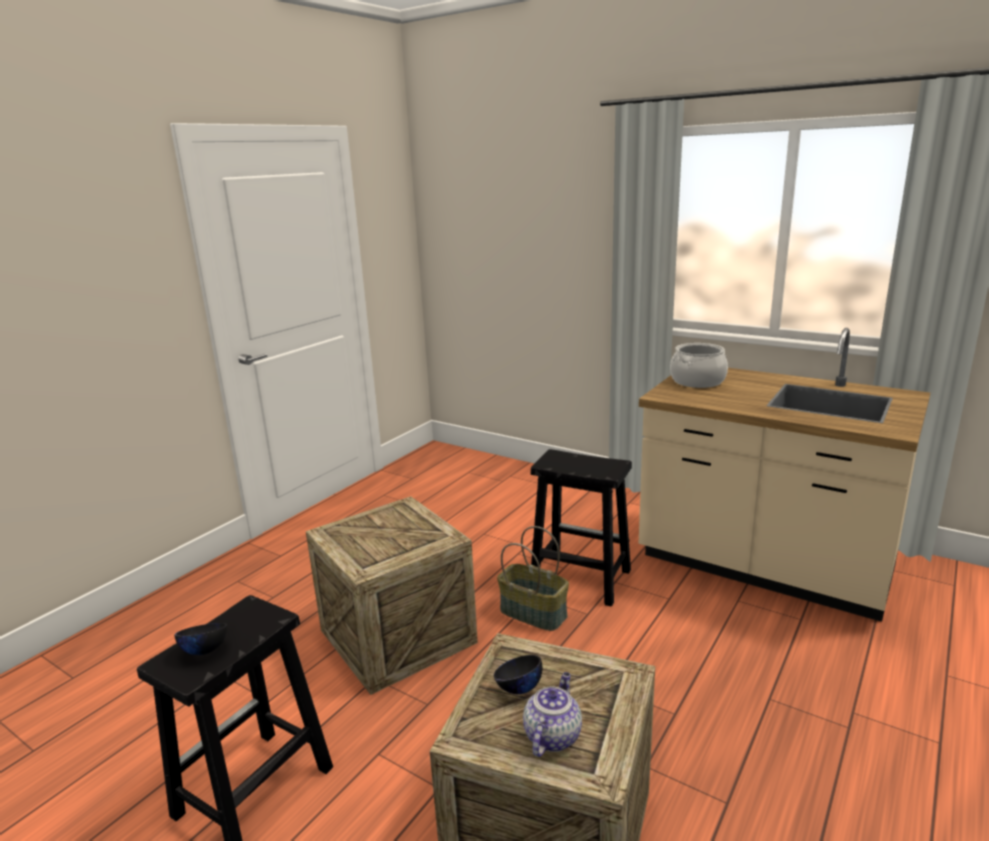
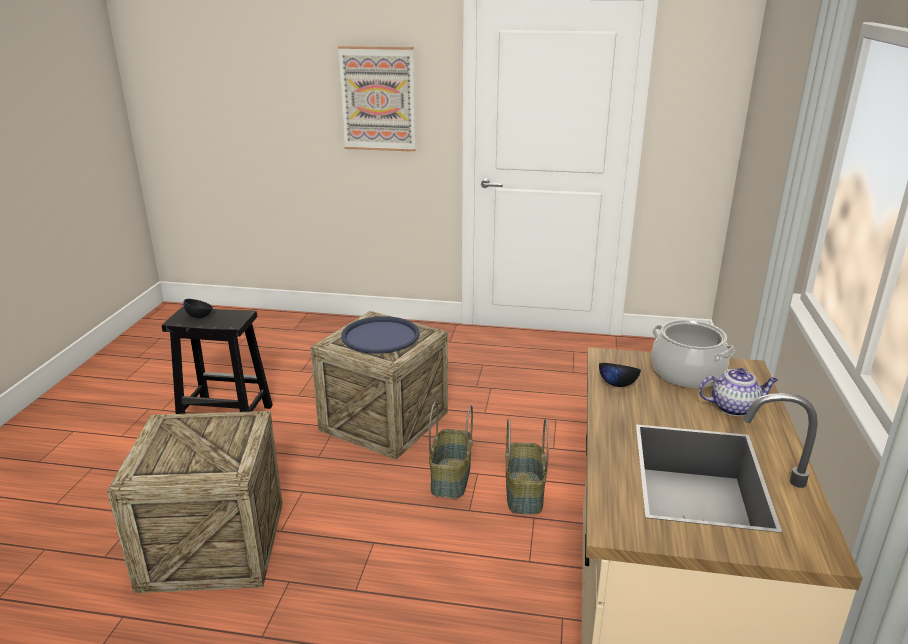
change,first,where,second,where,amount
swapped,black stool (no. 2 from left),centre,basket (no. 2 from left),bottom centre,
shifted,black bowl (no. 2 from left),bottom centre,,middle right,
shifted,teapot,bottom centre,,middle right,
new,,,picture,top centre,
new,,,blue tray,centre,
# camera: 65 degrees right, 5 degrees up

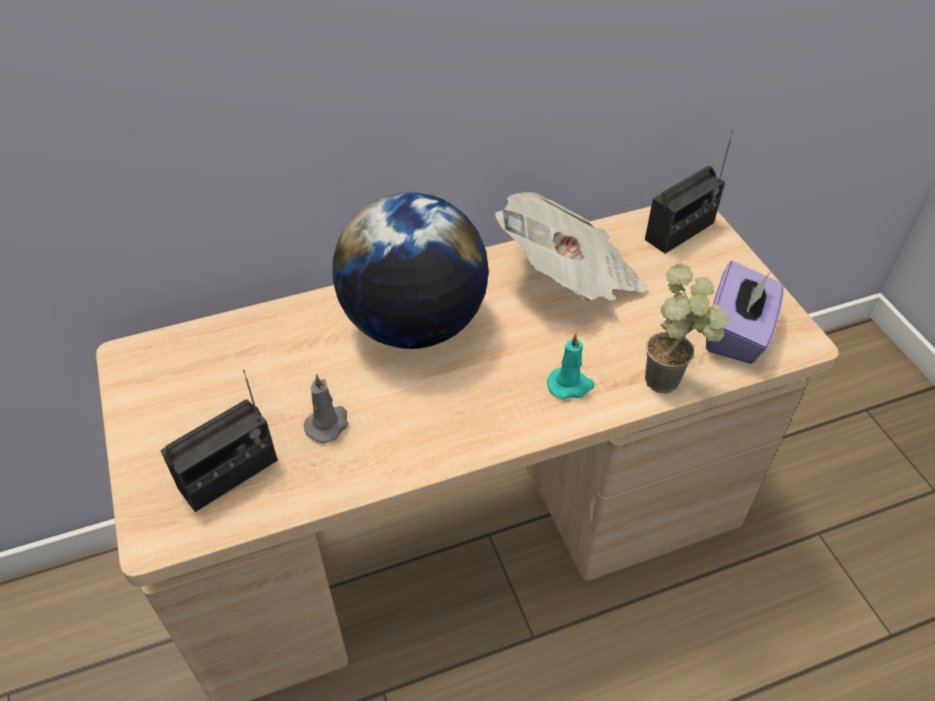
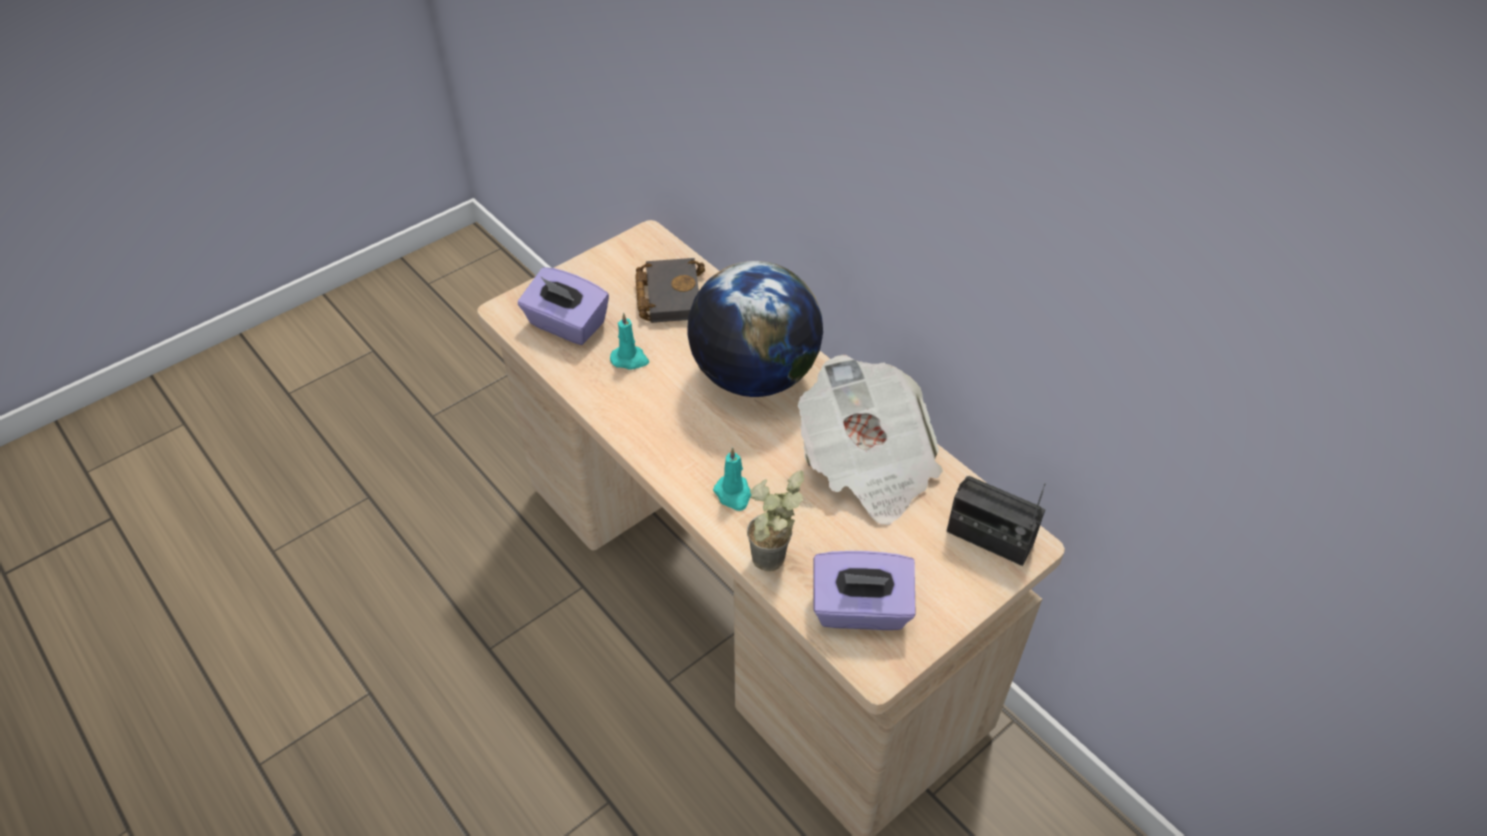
change,first,where,second,where,amount
swapped,radio (no. 1 from left),middle left,purple tissue box (no. 1 from left),centre,
repainted,grey candle,centre,turquoise candle (no. 1 from left),centre,
new,,,black book,centre,
# camera: 70 degrees right, 0 degrees up

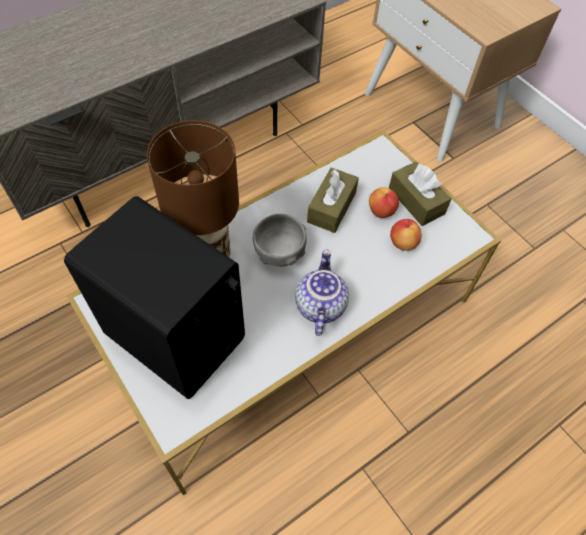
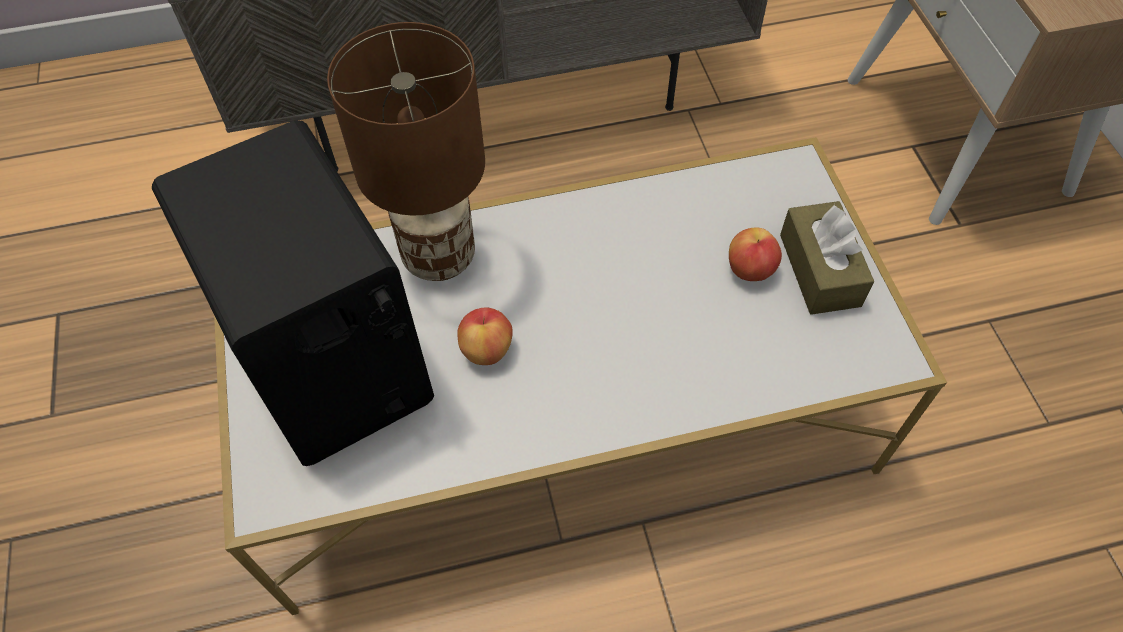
change,first,where,second,where,amount
gone,brown tissue box (no. 1 from left),centre,,,
gone,grey bowl,centre,,,
shifted,apple (no. 2 from left in the first image),middle right,apple (no. 1 from left),centre,
gone,teapot,centre,,,
# camera: 25 degrees right, 0 degrees up

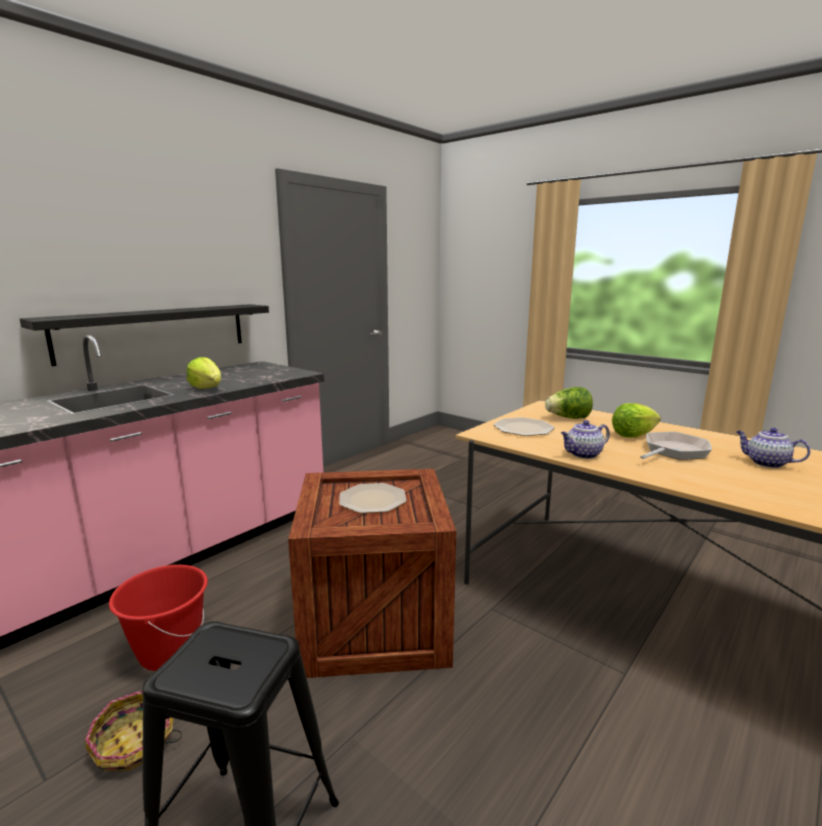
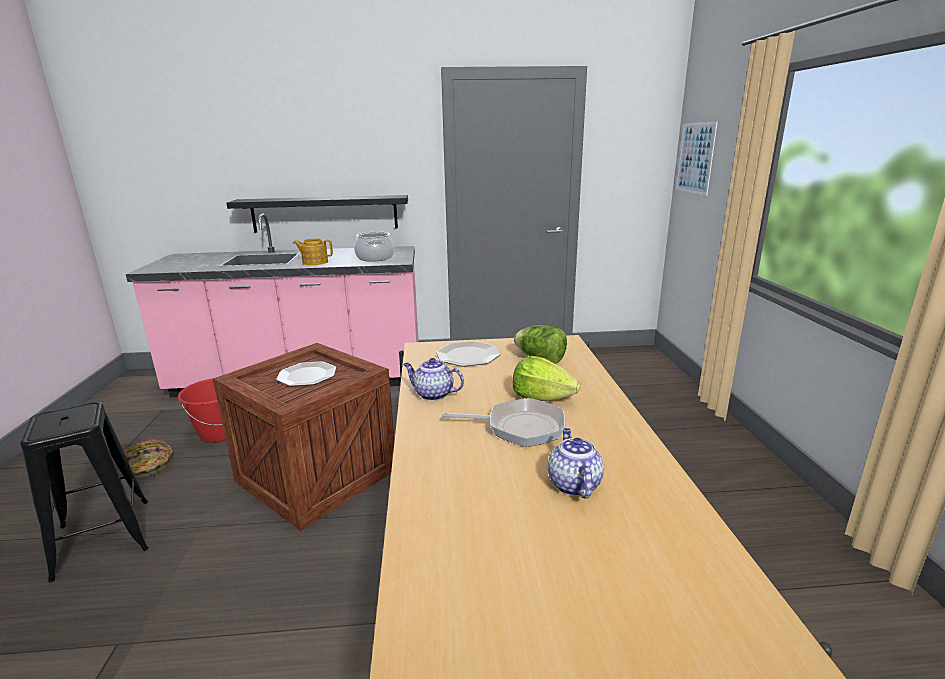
change,first,where,second,where,amount
swapped,lettuce (no. 1 from left),middle left,teapot (no. 1 from left),middle left,
new,,,picture,top right,
new,,,cooking pot,centre,
# camera: 45 degrees right, 5 degrees up

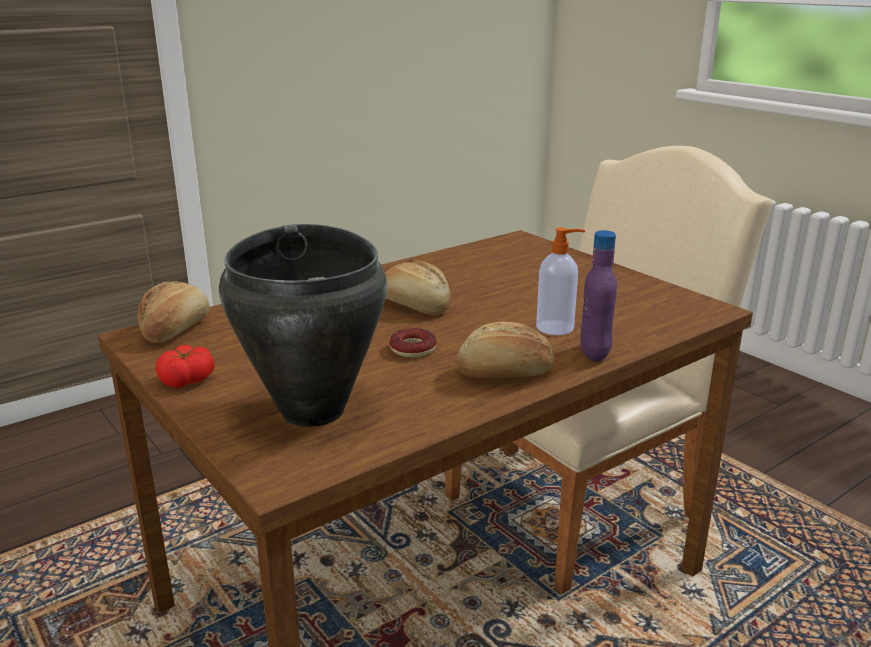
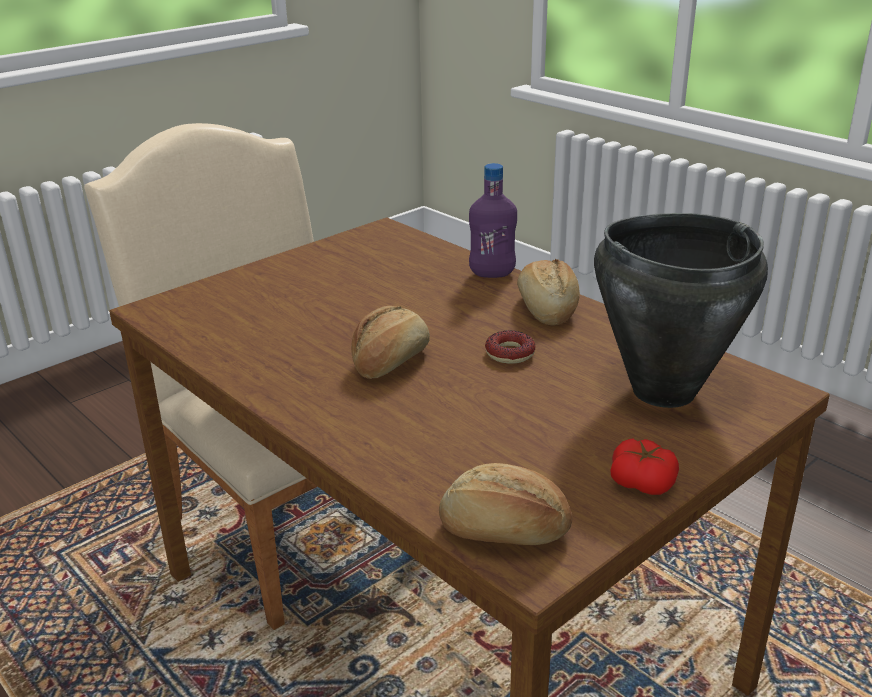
change,first,where,second,where,amount
gone,soap dispenser,centre,,,
# camera: 95 degrees left, 5 degrees up

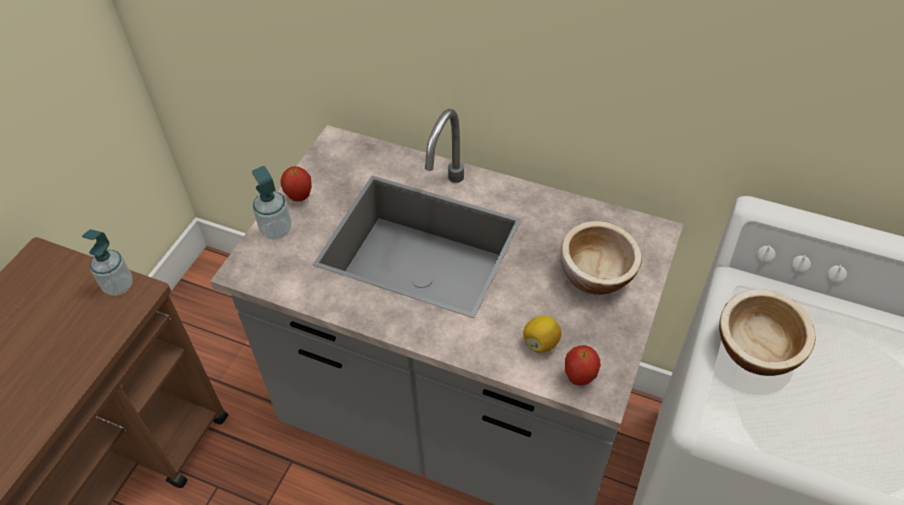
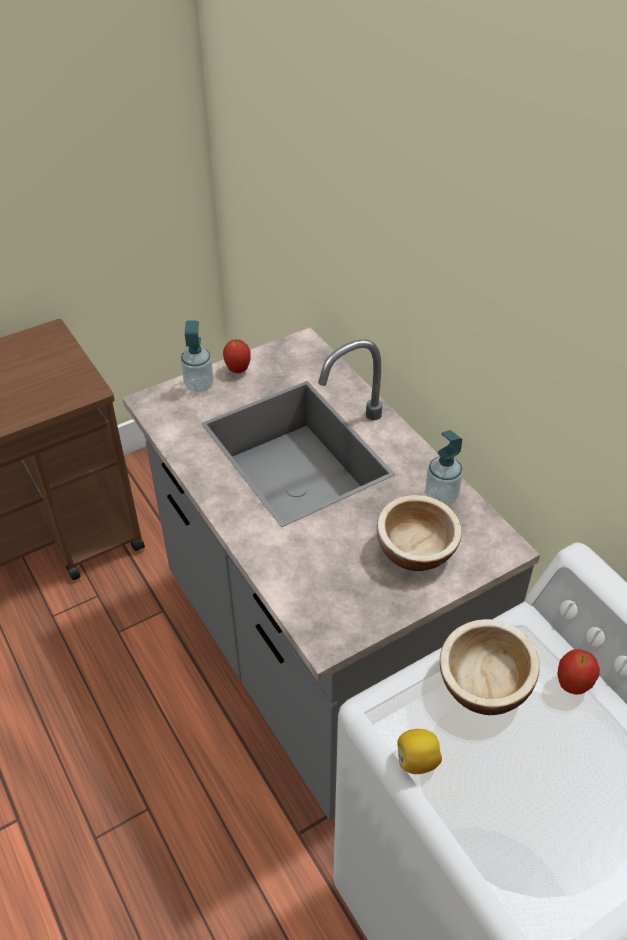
change,first,where,second,where,amount
shifted,soap dispenser (no. 1 from left in the first image),middle left,soap dispenser (no. 2 from left),middle right,
shifted,lemon,centre,,bottom right,
shifted,apple (no. 2 from left),bottom centre,,bottom right,
# camera: 35 degrees right, 5 degrees down

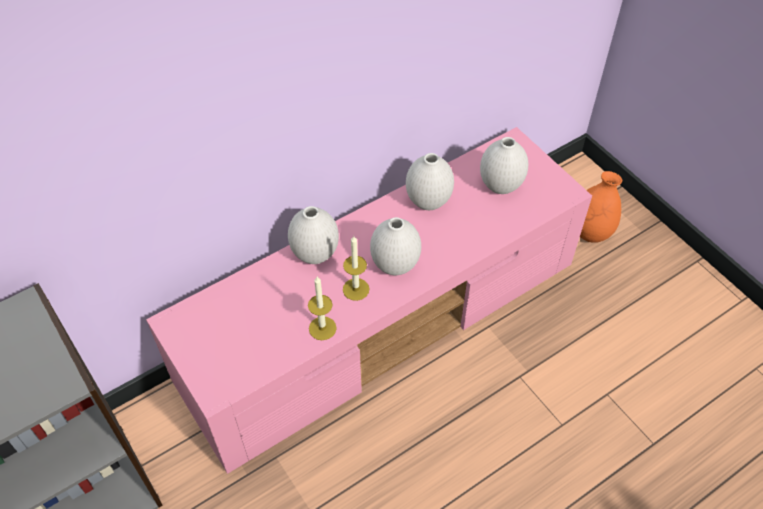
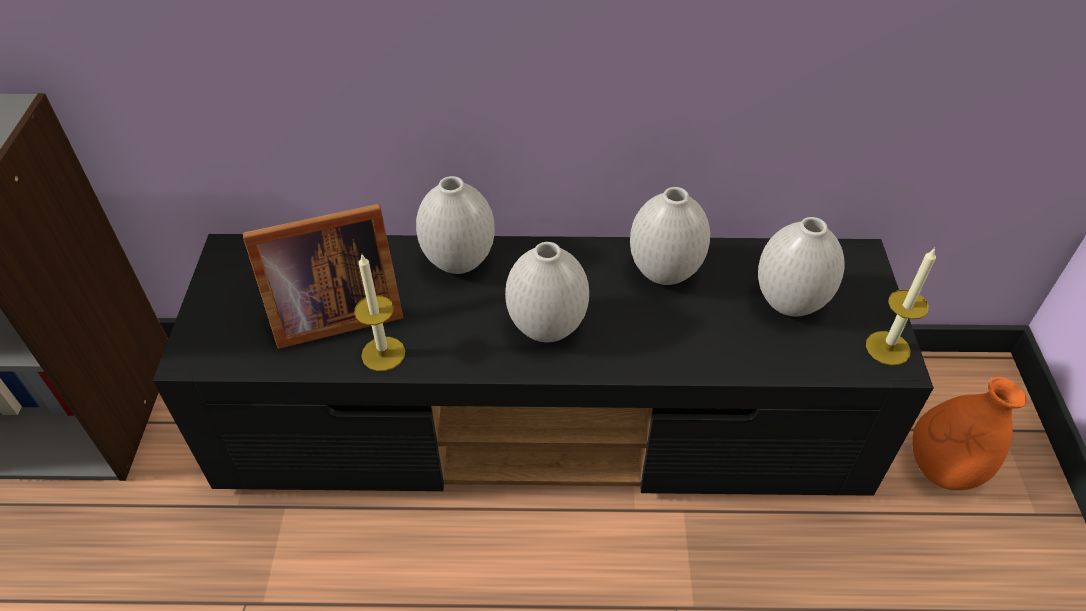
change,first,where,second,where,amount
repainted,pink tv stand,centre,black tv stand,centre,
shifted,candle (no. 2 from left),centre,,middle right,
new,,,picture frame,middle left,
# camera: 35 degrees right, 5 degrees down

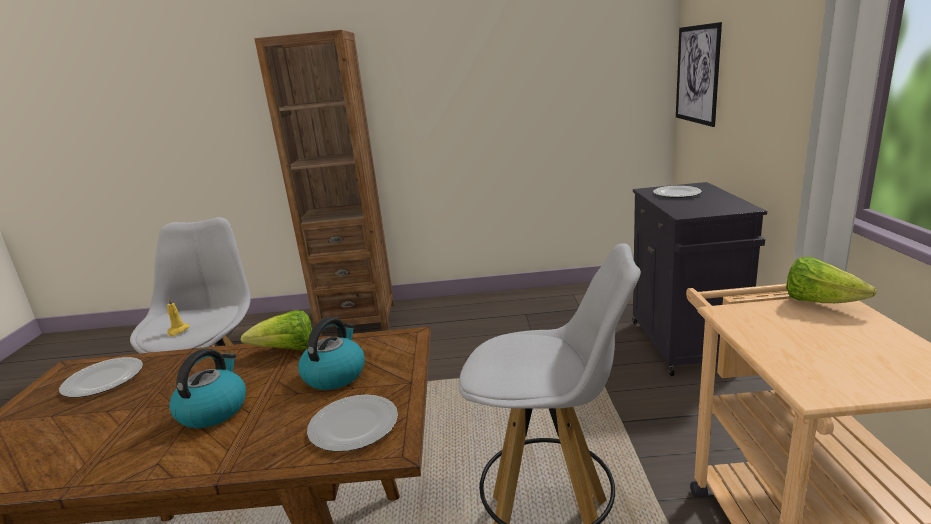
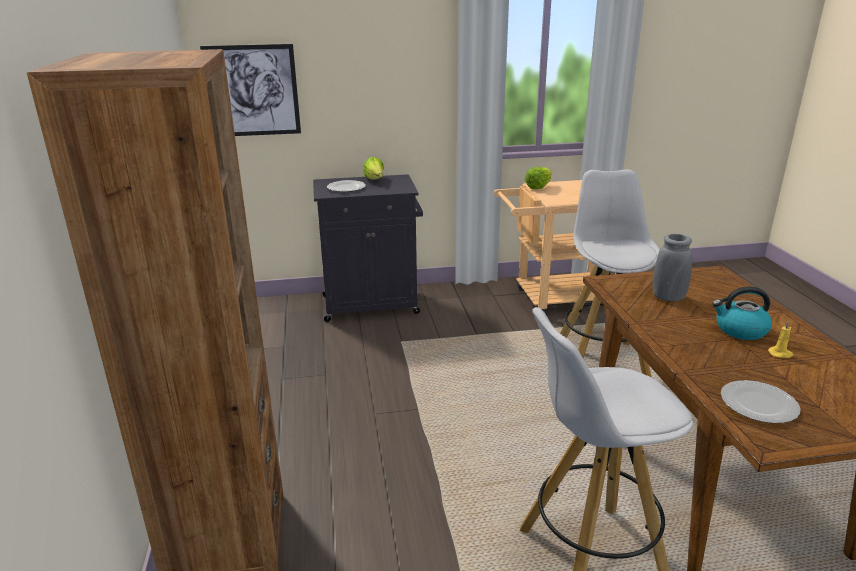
change,first,where,second,where,amount
shifted,yellow candle,middle left,,middle right,
shifted,lettuce (no. 1 from left),middle left,,top centre,
swapped,kettle (no. 2 from left),bottom centre,grey vase,middle right,
gone,plate (no. 2 from left),bottom centre,,,
# camera: 100 degrees left, 5 degrees up

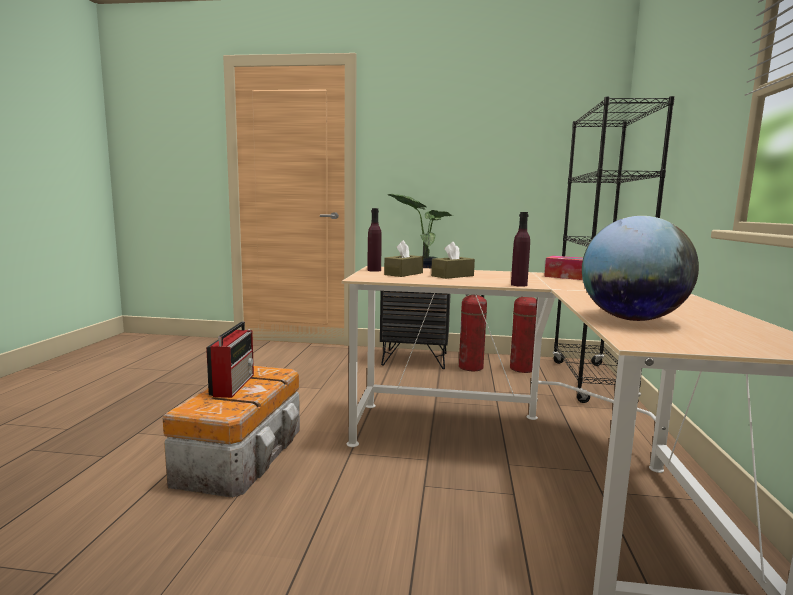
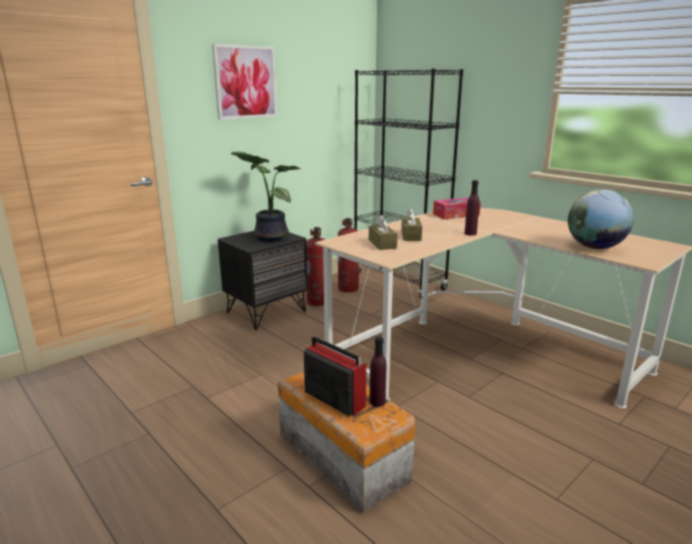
change,first,where,second,where,amount
shifted,purple bottle (no. 1 from left),centre,,bottom centre,
new,,,picture,top centre,
# camera: 50 degrees left, 10 degrees up

